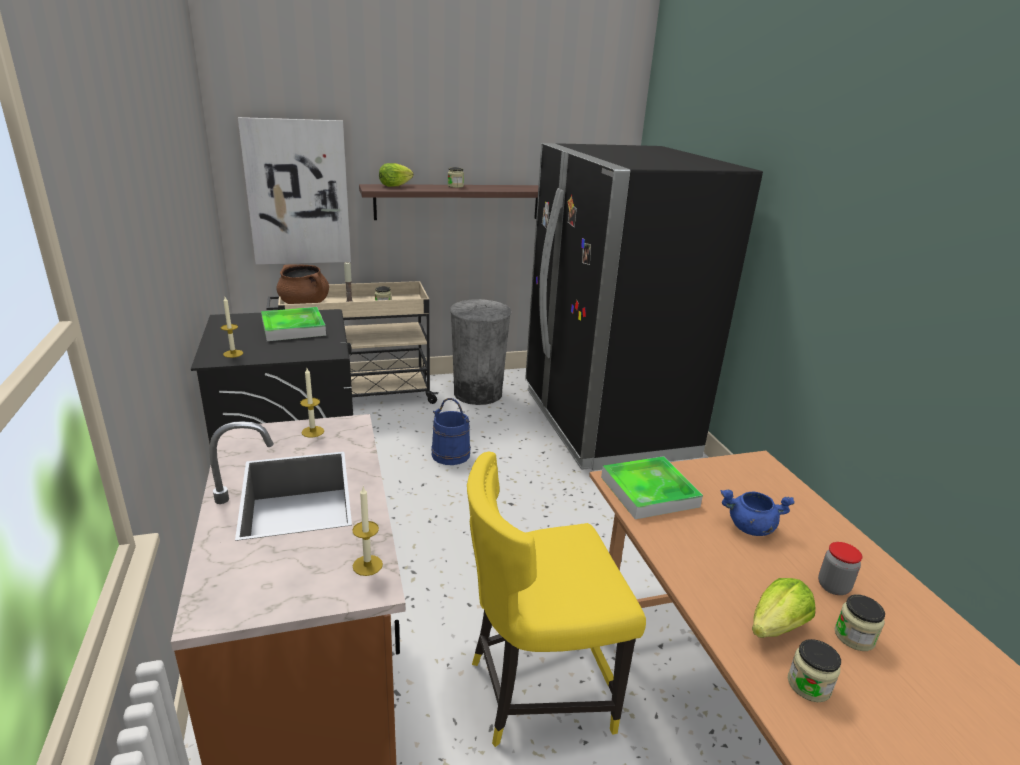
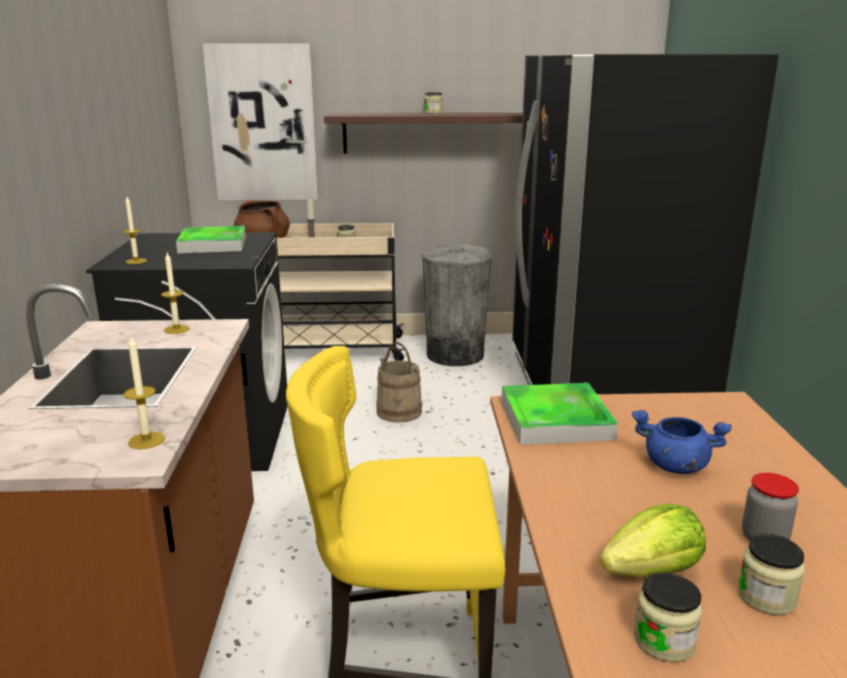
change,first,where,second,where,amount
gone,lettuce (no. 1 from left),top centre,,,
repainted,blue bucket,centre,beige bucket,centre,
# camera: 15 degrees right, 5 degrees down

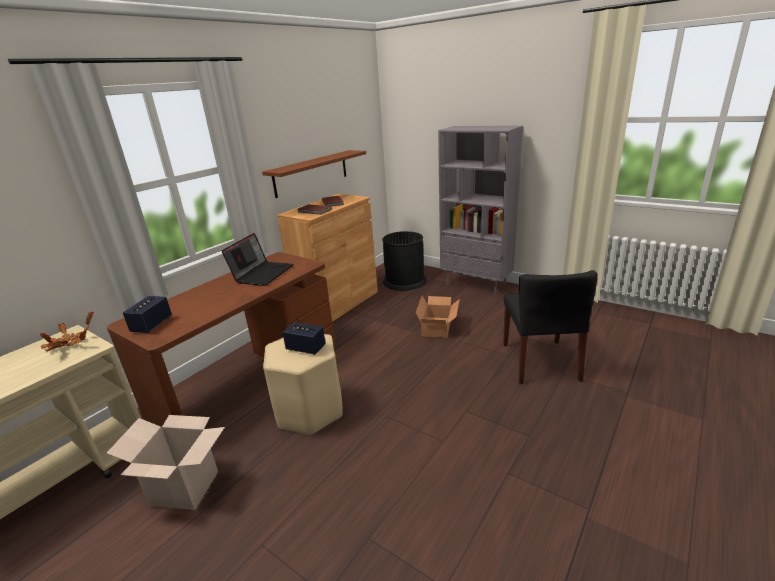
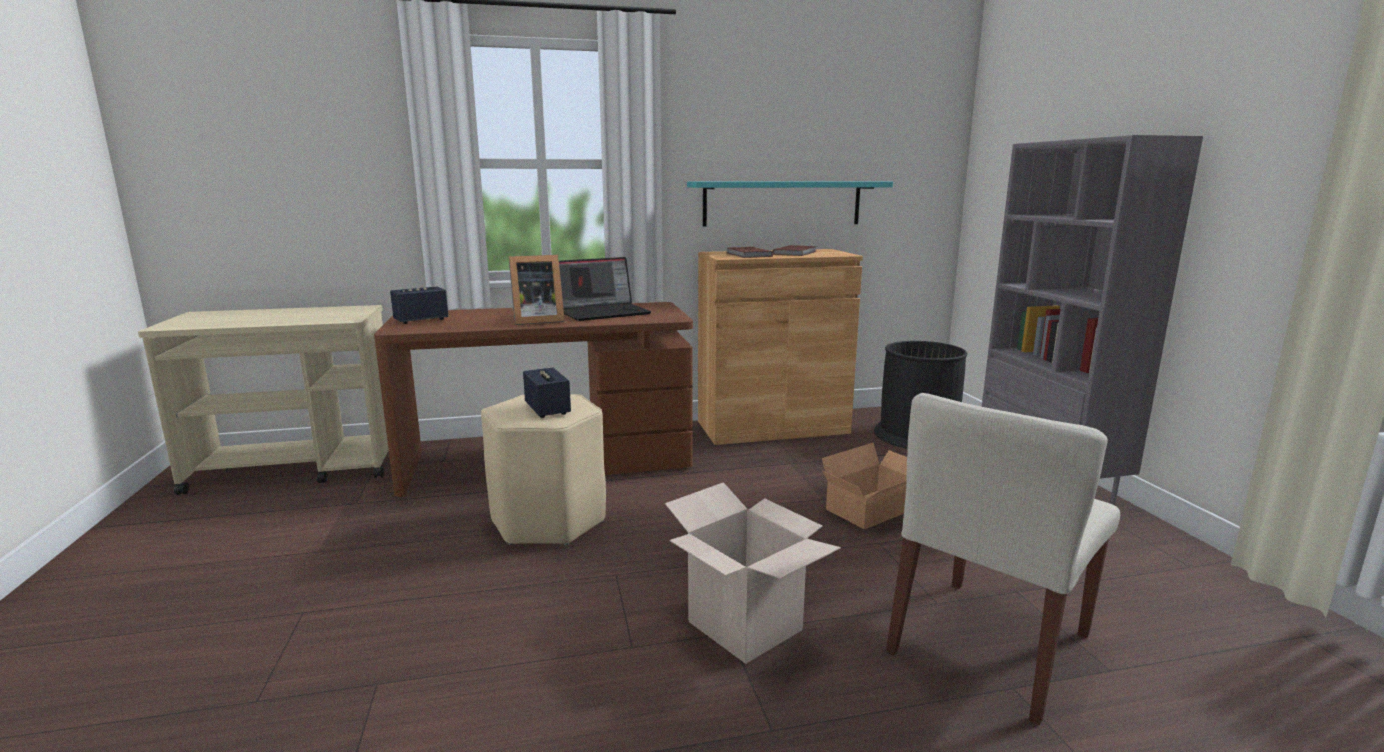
change,first,where,second,where,amount
repainted,brown shelf,top centre,turquoise shelf,top centre,
repainted,black chair,middle right,beige chair,bottom right,
gone,potted plant,middle left,,,
shifted,cardboard box (no. 1 from left),bottom left,,bottom centre,
new,,,picture frame,centre,
# camera: 40 degrees right, 10 degrees down

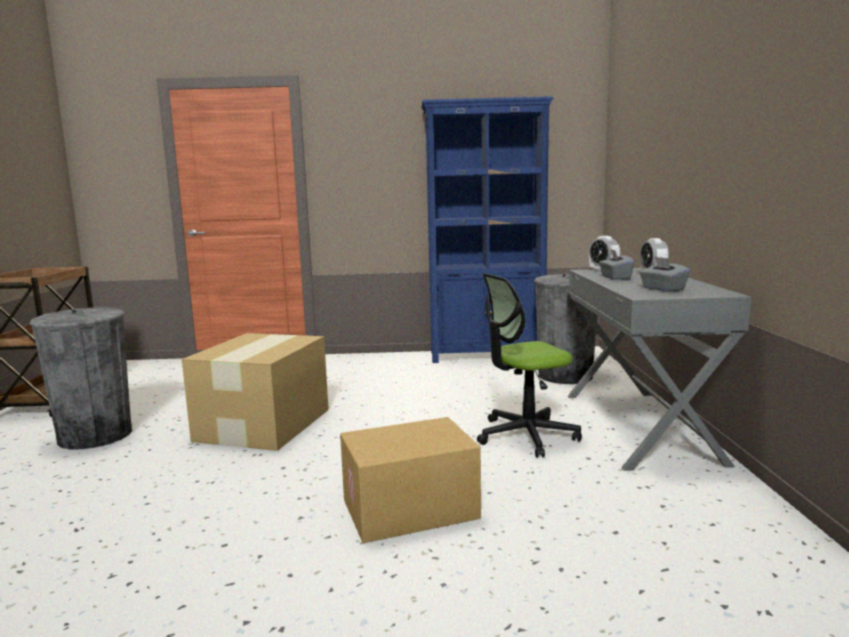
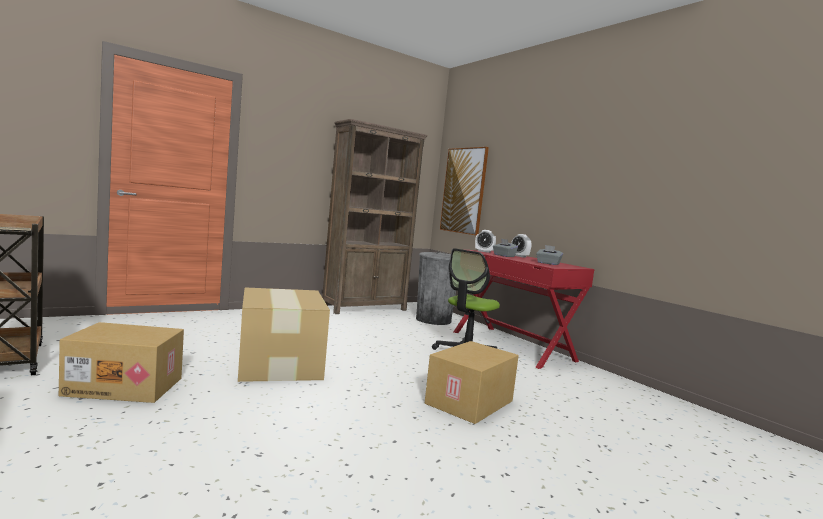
change,first,where,second,where,amount
repainted,blue bookcase,centre,brown bookcase,centre,
repainted,grey desk,middle right,red desk,centre,
swapped,grey trash can (no. 1 from left),middle left,cardboard box (no. 1 from left),bottom left,
new,,,picture,centre,
# camera: 35 degrees left, 5 degrees down

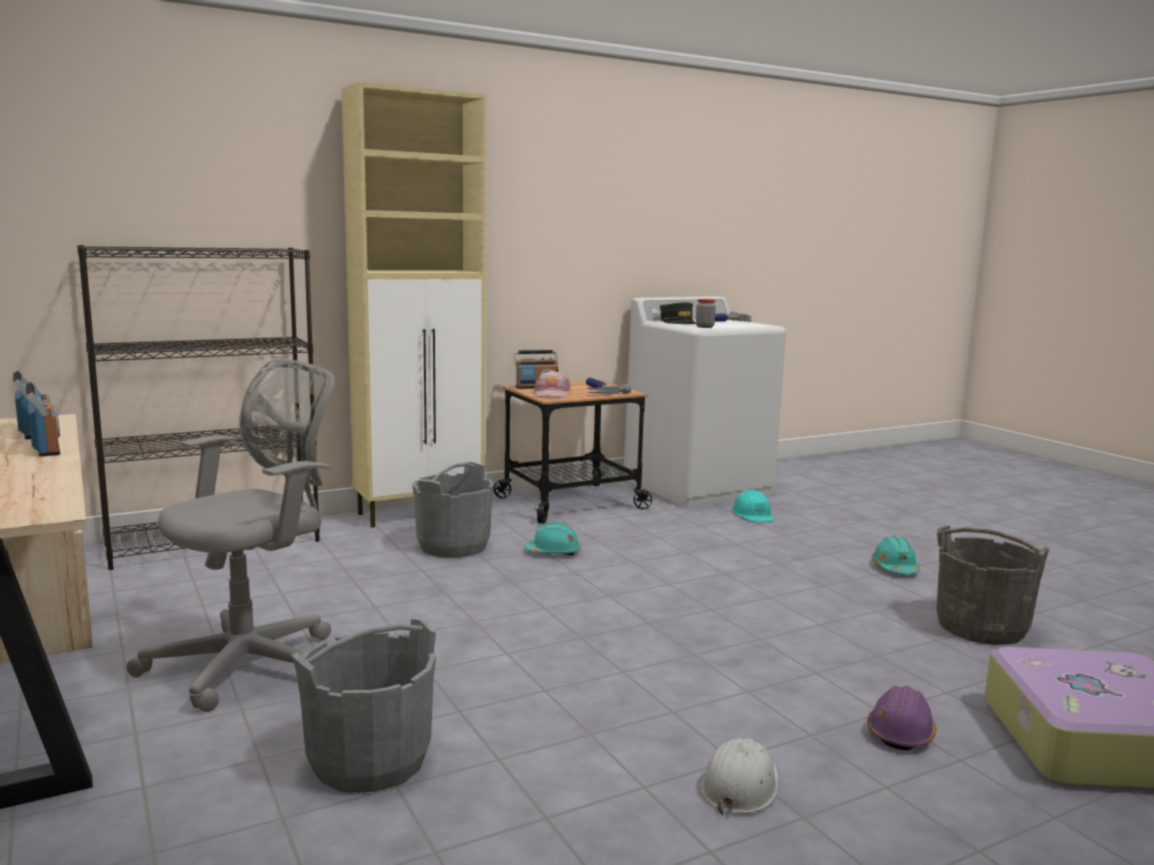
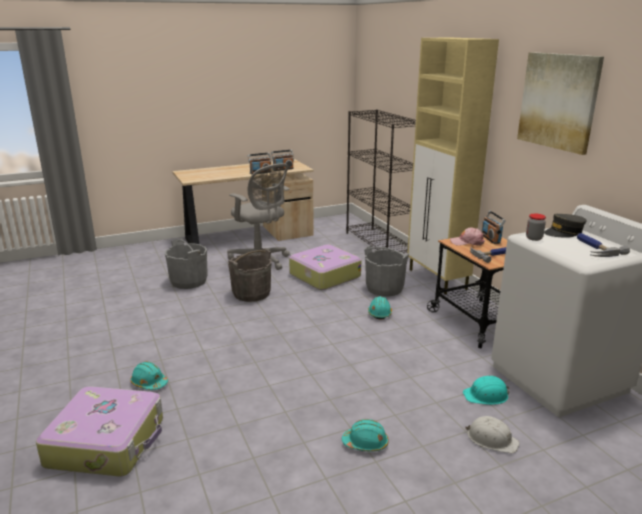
change,first,where,second,where,amount
shifted,grey bucket (no. 3 from left in the first image),bottom right,grey bucket (no. 2 from left),centre,
repainted,purple hard hat,bottom right,turquoise hard hat (no. 1 from left),bottom left,
shifted,white hard hat,bottom centre,,bottom right,
new,,,picture,top right,
new,,,suitcase (no. 2 from left),centre,
# camera: 95 degrees right, 10 degrees up

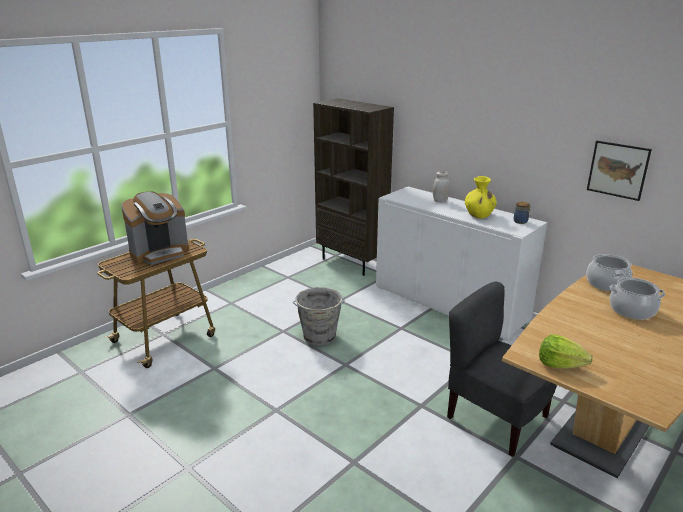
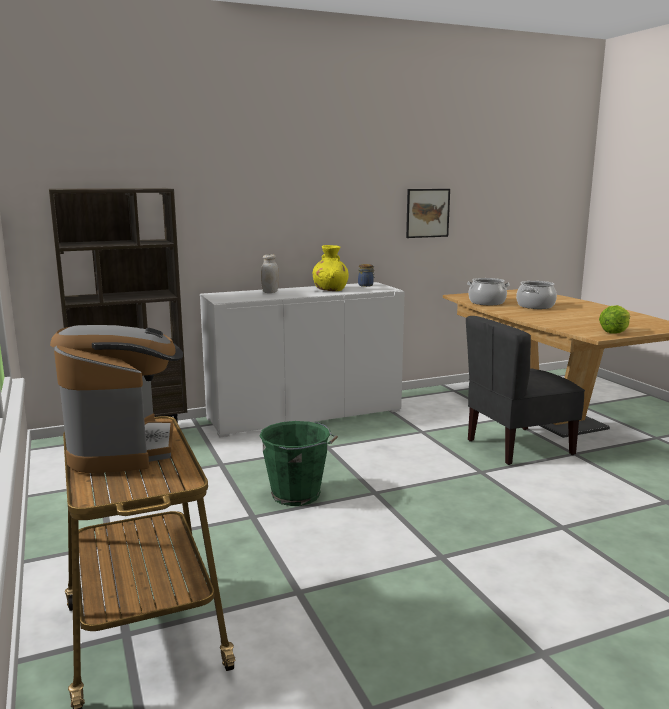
change,first,where,second,where,amount
repainted,grey bucket,centre,green bucket,centre,
# camera: 65 degrees left, 10 degrees down

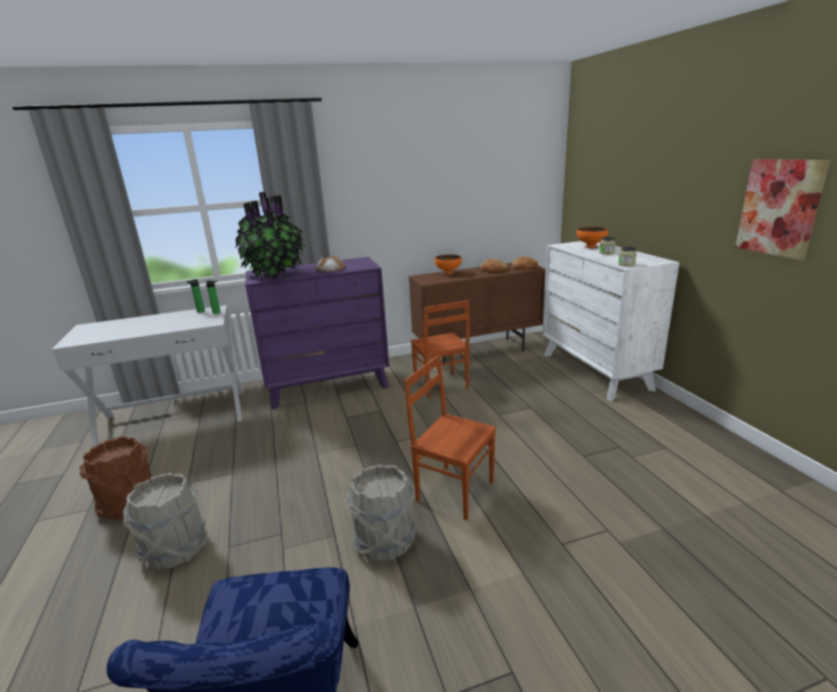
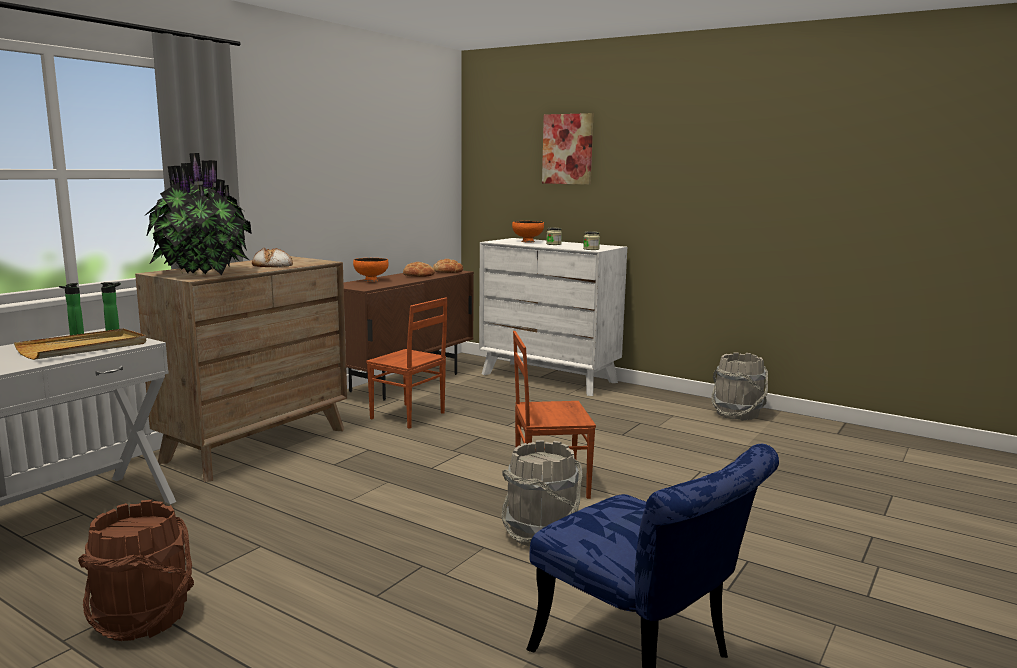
change,first,where,second,where,amount
shifted,picture,top right,,top centre,
repainted,purple dresser,centre,brown dresser,middle left,
shifted,grey bucket (no. 1 from left in the first image),bottom left,grey bucket (no. 2 from left),middle right,
new,,,beige tray,middle left,
# camera: 40 degrees left, 10 degrees down

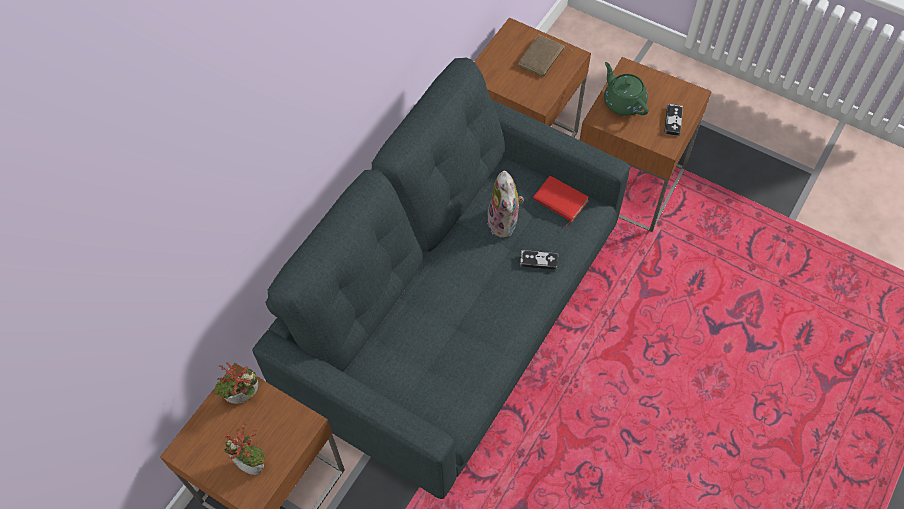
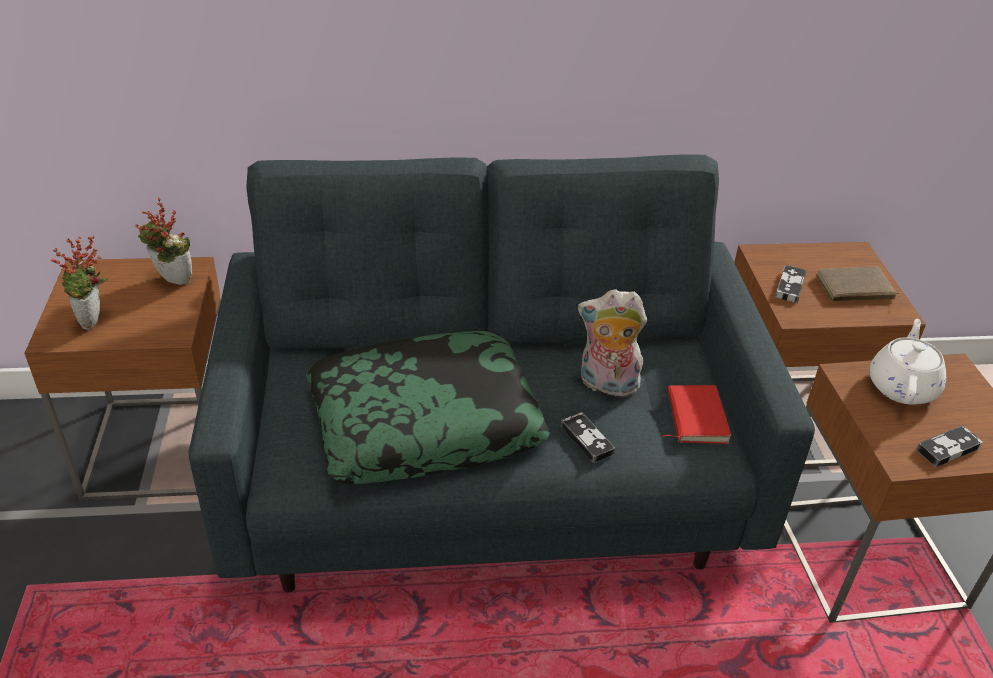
change,first,where,second,where,amount
repainted,green teapot,top right,white teapot,middle right,
rotated,plush toy,centre,,centre,60 degrees clockwise
new,,,game controller (no. 2 from left),middle right,
new,,,pillow,centre,
# camera: 50 degrees right, 20 degrees down

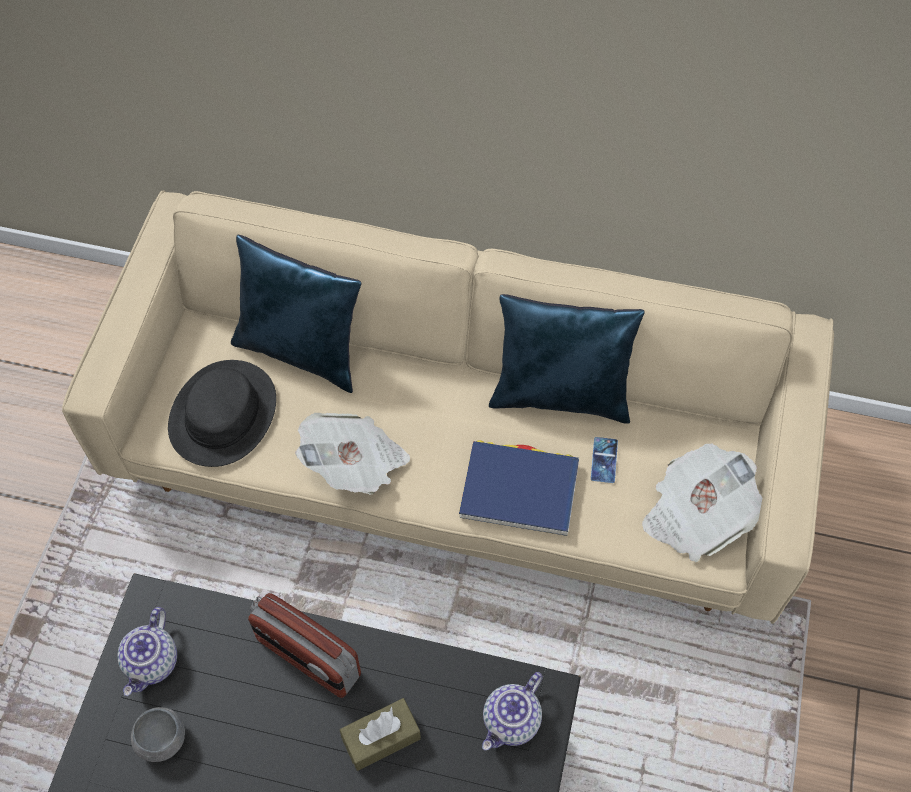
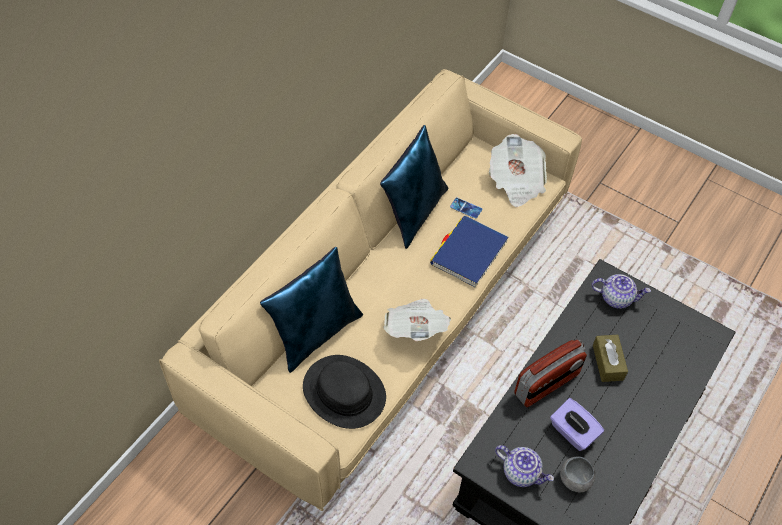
change,first,where,second,where,amount
rotated,teapot (no. 2 from left),bottom centre,,middle right,45 degrees counterclockwise
new,,,purple tissue box,bottom right,
# camera: 70 degrees left, 5 degrees down

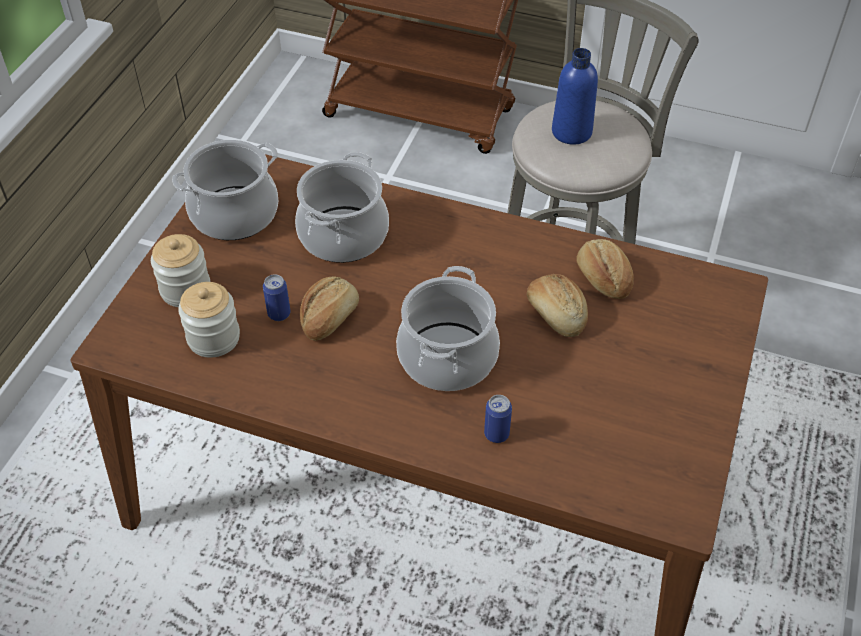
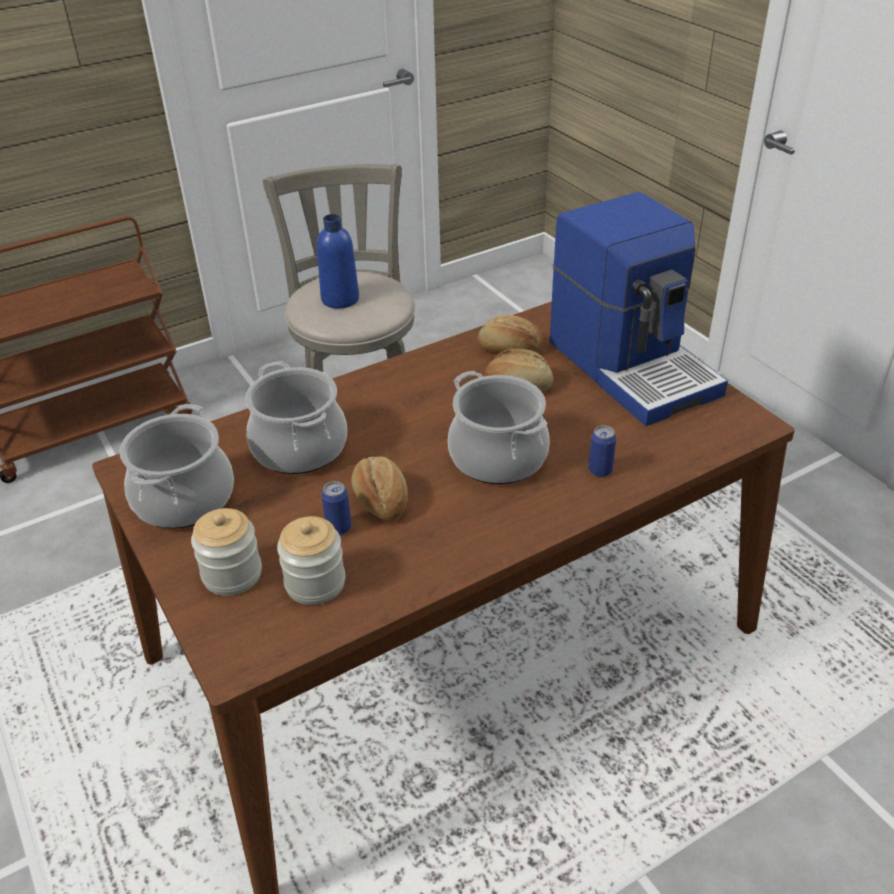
change,first,where,second,where,amount
new,,,coffee machine,middle right,
# camera: 50 degrees left, 10 degrees down

